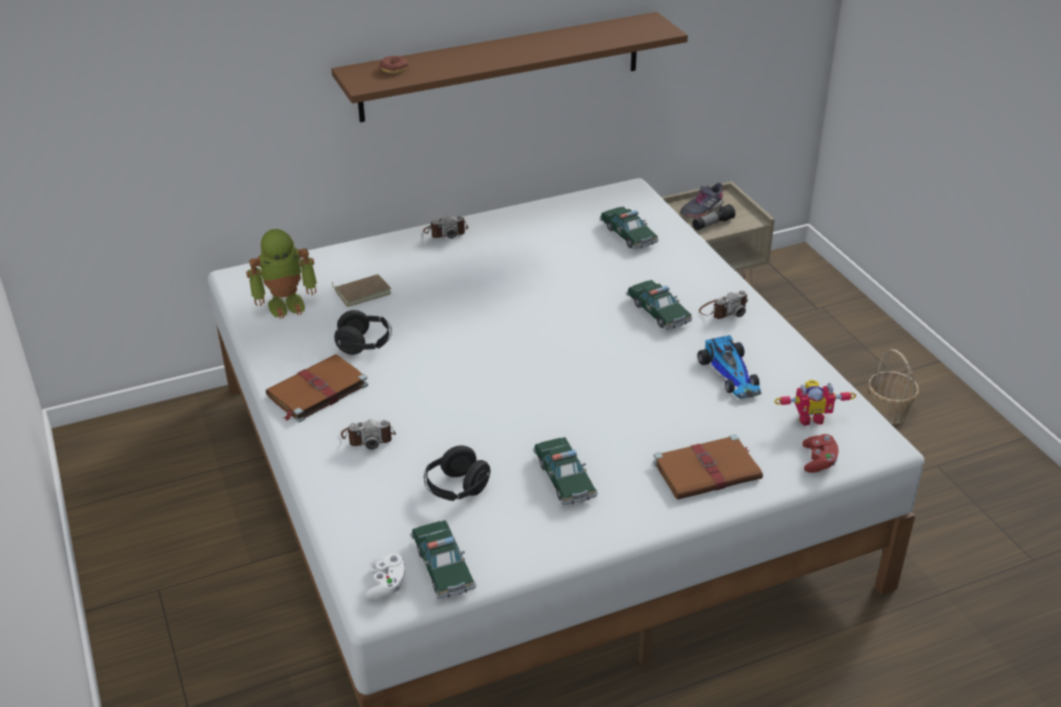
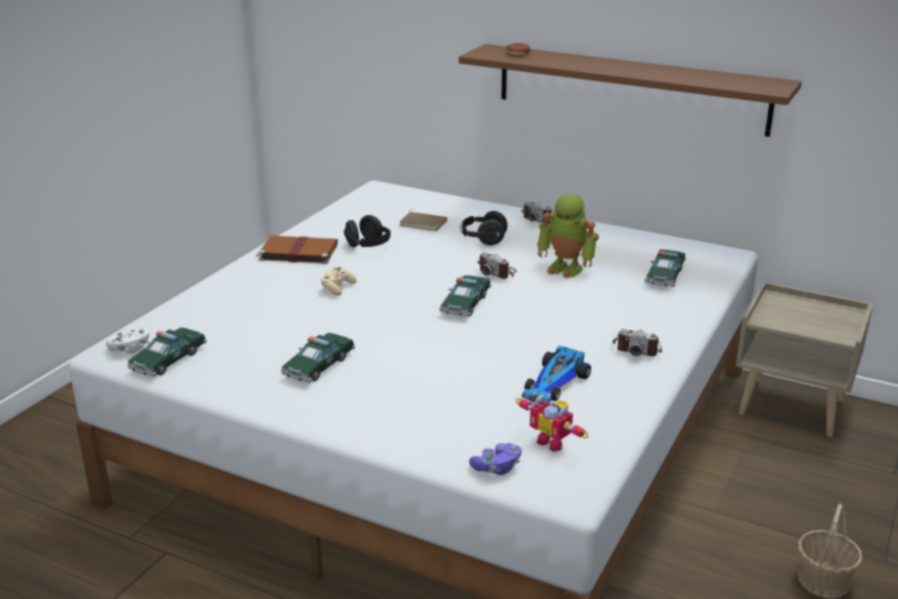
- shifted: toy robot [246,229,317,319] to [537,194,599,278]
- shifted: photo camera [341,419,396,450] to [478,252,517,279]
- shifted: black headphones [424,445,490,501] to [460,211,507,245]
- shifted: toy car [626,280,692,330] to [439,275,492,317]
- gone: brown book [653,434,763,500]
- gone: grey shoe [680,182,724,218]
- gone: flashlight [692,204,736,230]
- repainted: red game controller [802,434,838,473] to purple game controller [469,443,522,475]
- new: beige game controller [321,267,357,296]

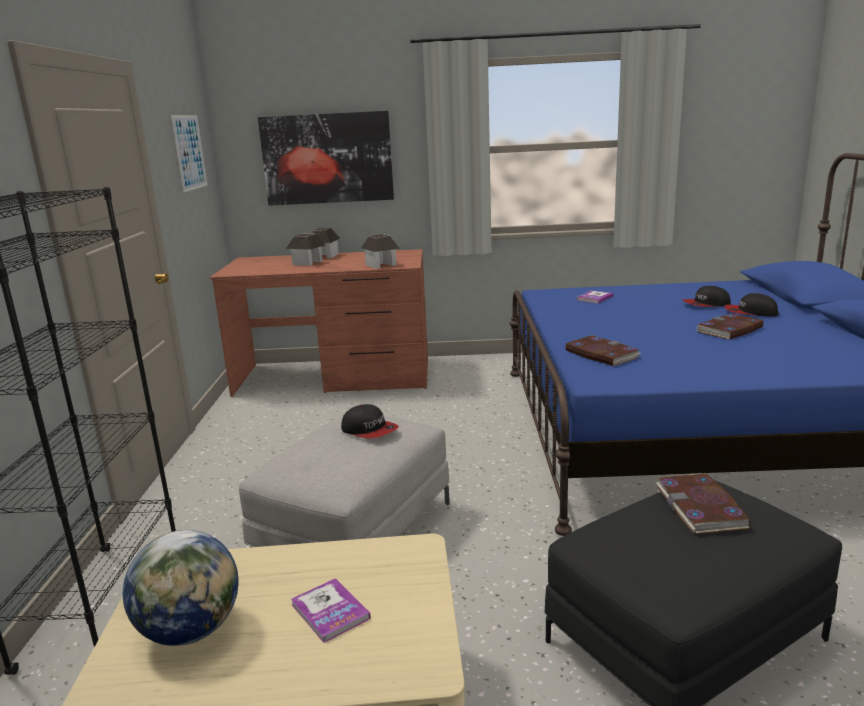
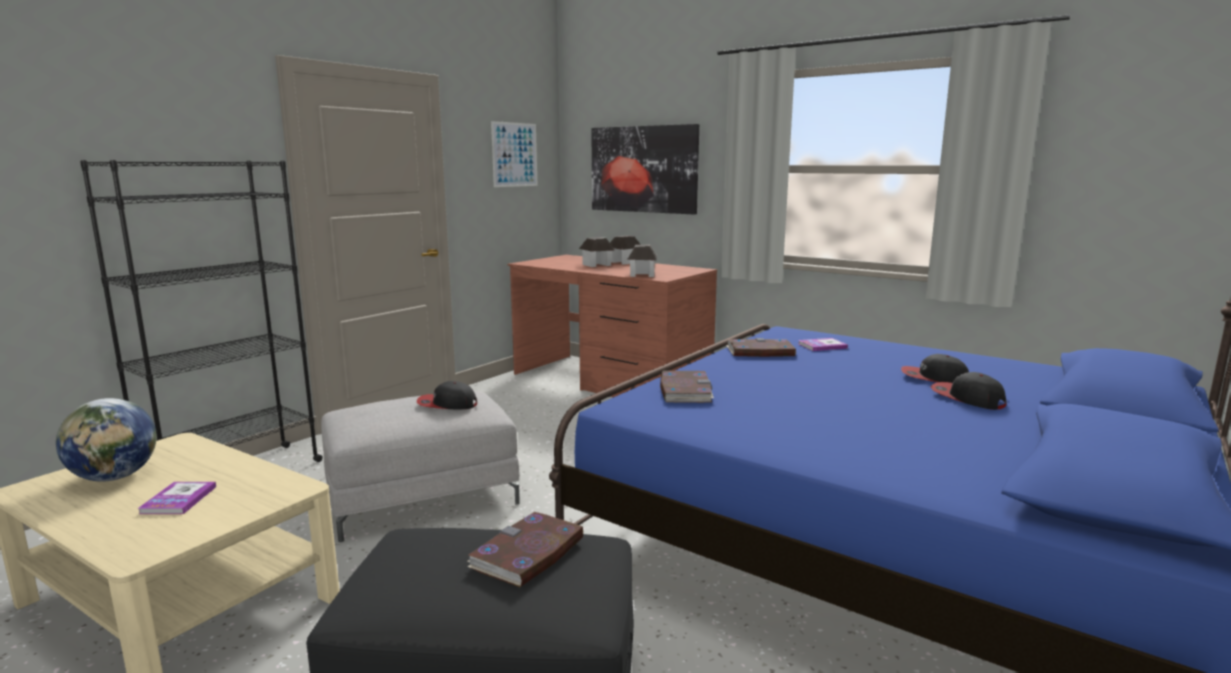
- rotated: cap [341,404,399,439] = [417,381,477,409] 105 degrees clockwise
- shifted: book [696,314,763,339] to [726,338,796,357]

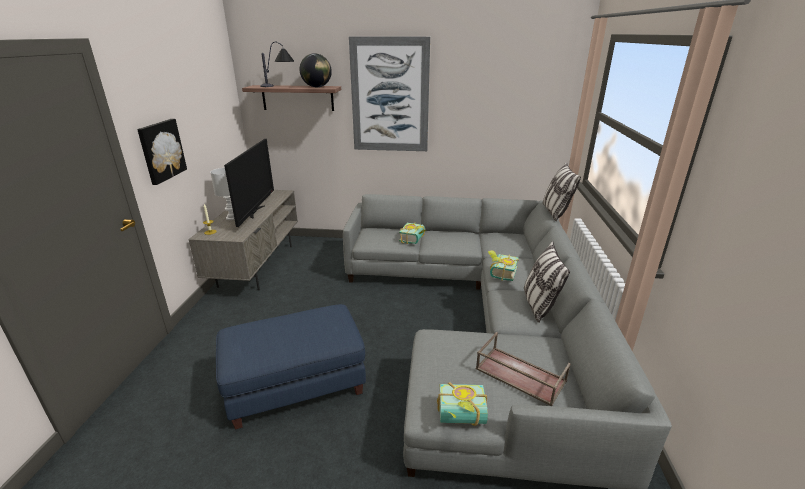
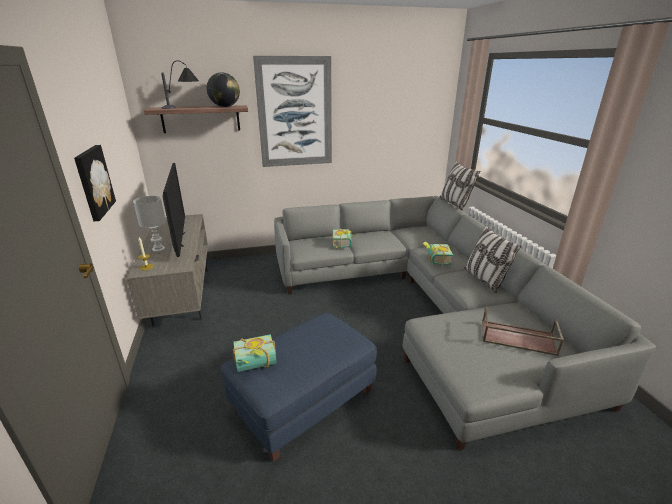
- shifted: book [437,382,488,426] to [233,334,277,372]

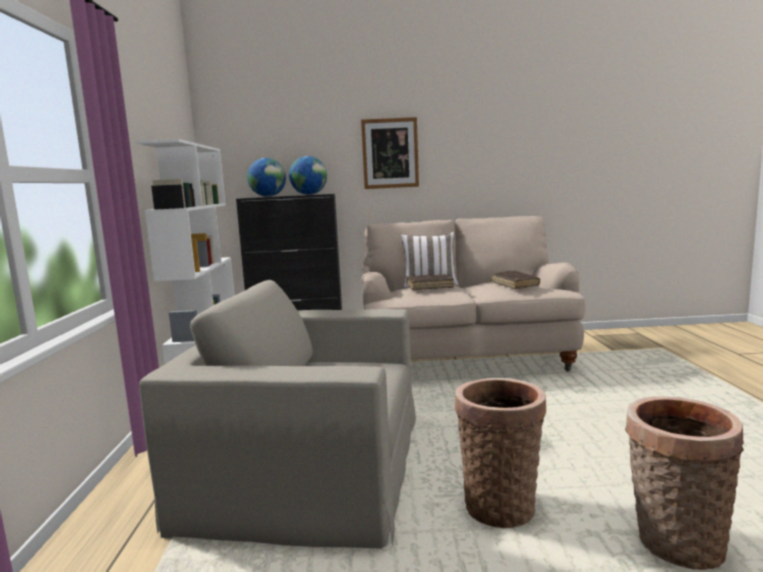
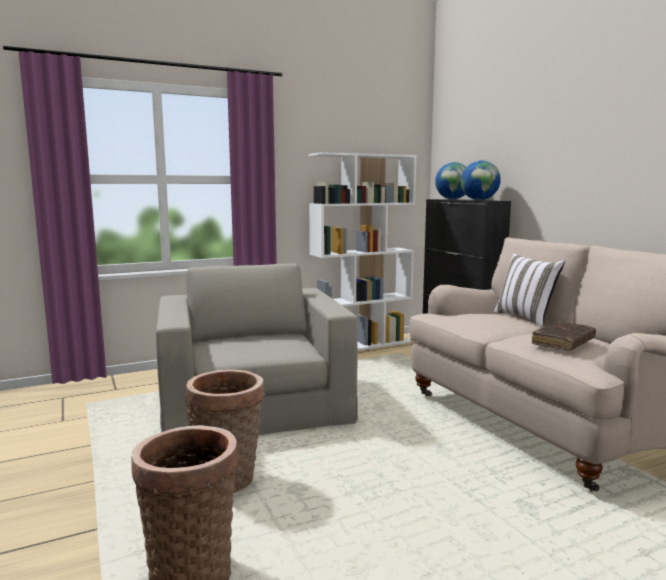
- gone: picture [361,117,419,189]
- gone: brown book [406,274,454,290]

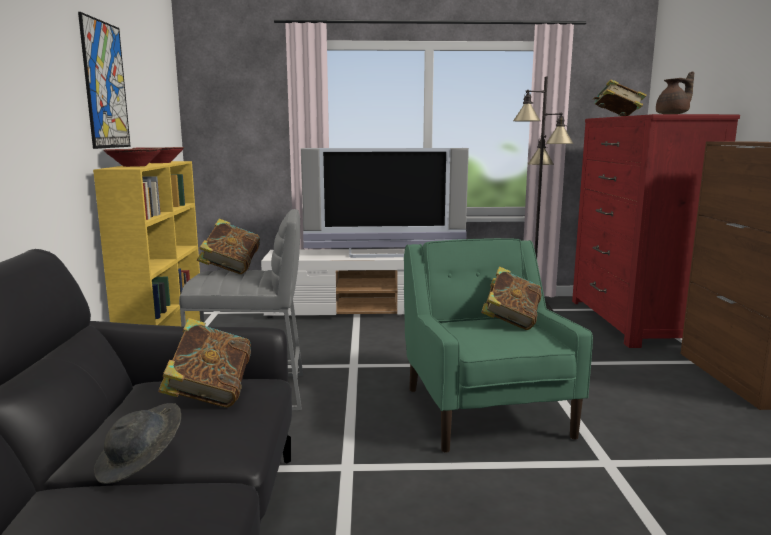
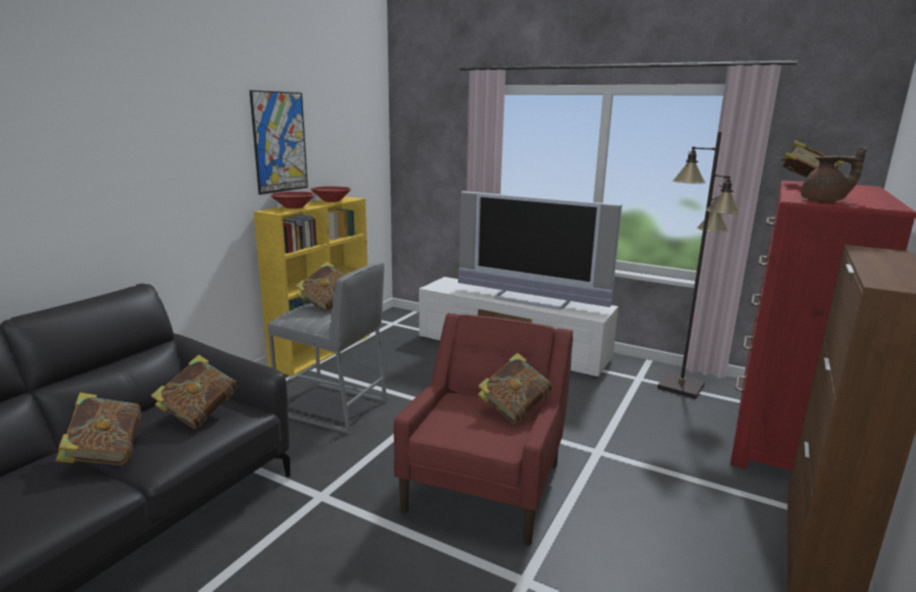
- swapped: grey hat [94,403,181,484] to book [56,393,141,465]
- repainted: green armchair [404,238,593,453] to red armchair [394,313,573,546]

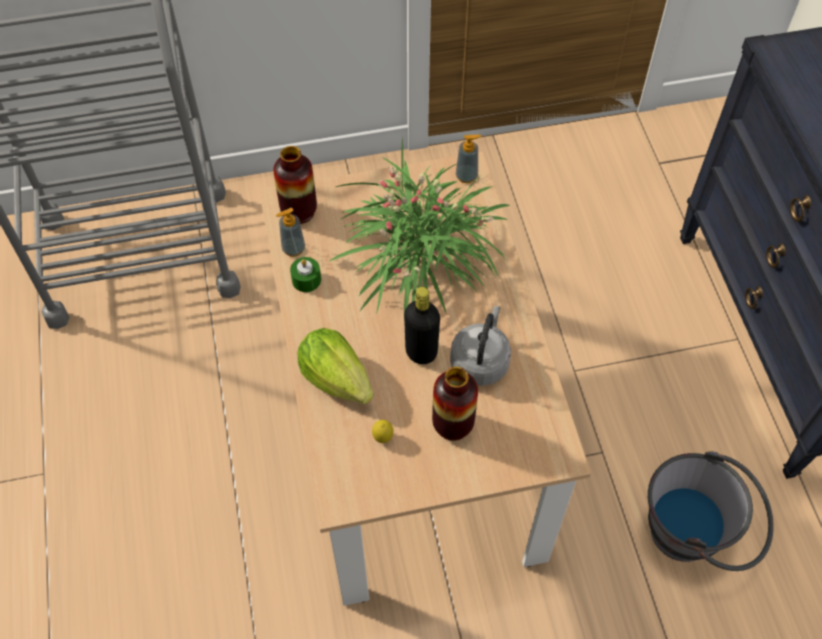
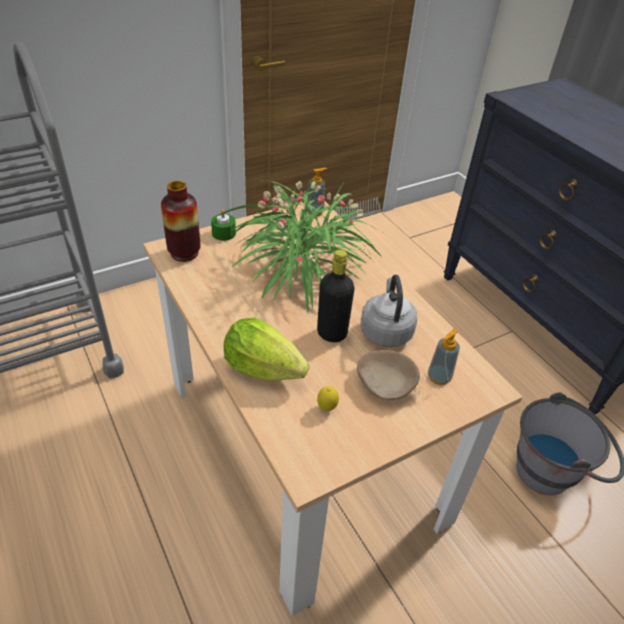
- shifted: soap dispenser [276,208,305,257] to [428,328,460,385]
- shifted: green candle [290,257,321,292] to [211,209,236,241]
- swapped: vase [432,367,478,441] to beige bowl [357,350,420,400]

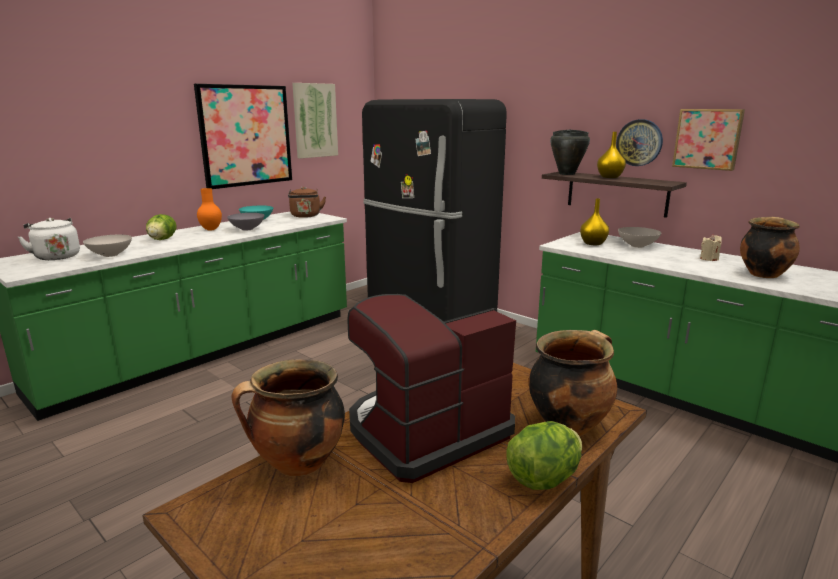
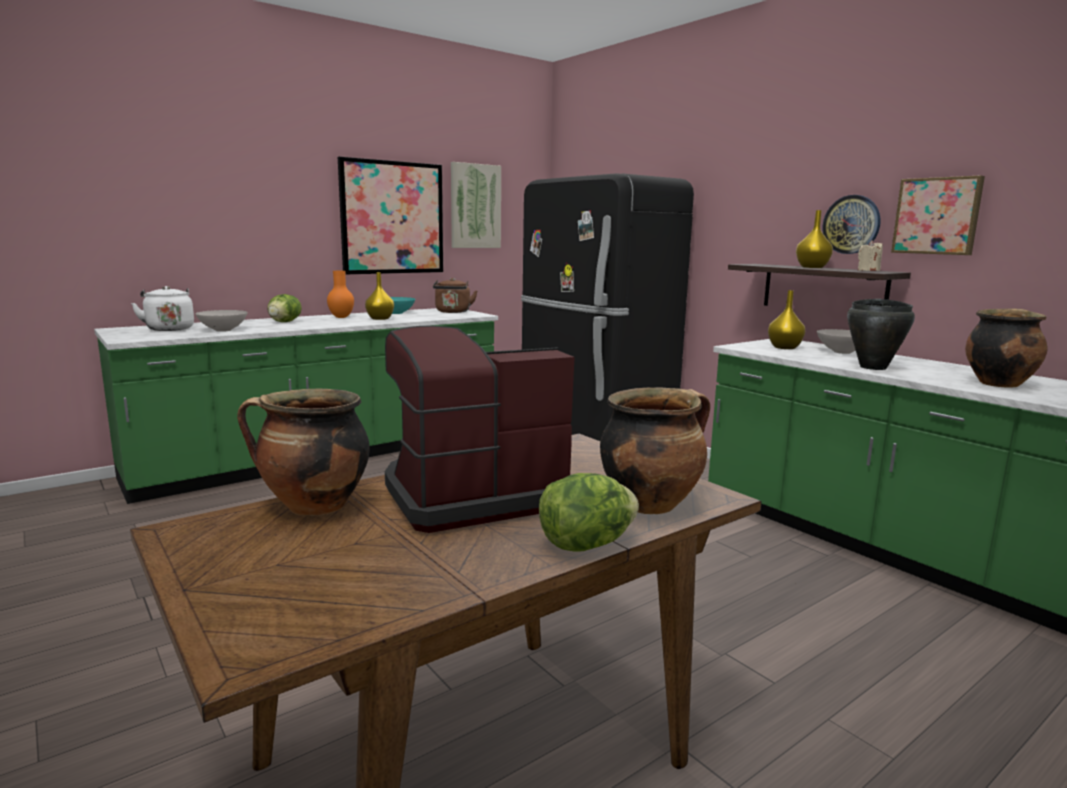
- swapped: grey bowl [227,213,265,231] to yellow vase [365,272,394,320]
- shifted: black cooking pot [550,130,590,175] to [847,299,915,370]
- shifted: beige candle [700,235,722,261] to [858,241,883,271]

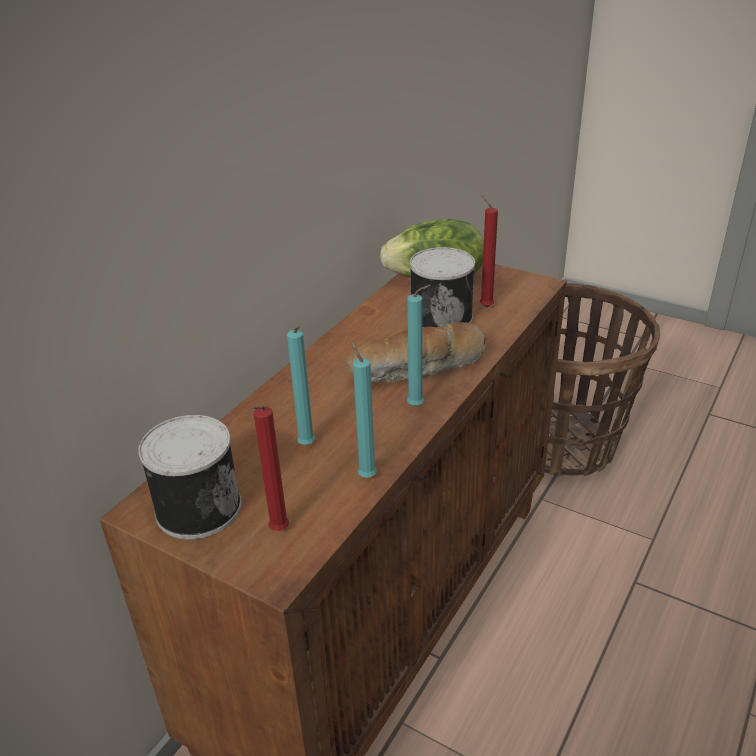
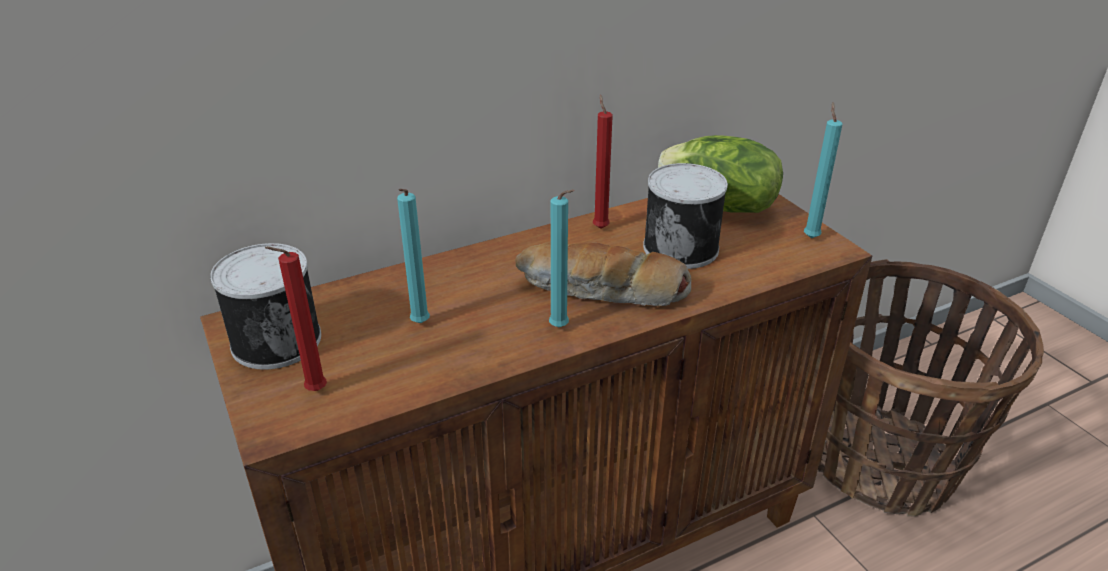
- shifted: turquoise candle [351,340,377,478] to [804,102,843,238]
- shifted: red candle [480,195,498,307] to [593,94,613,229]

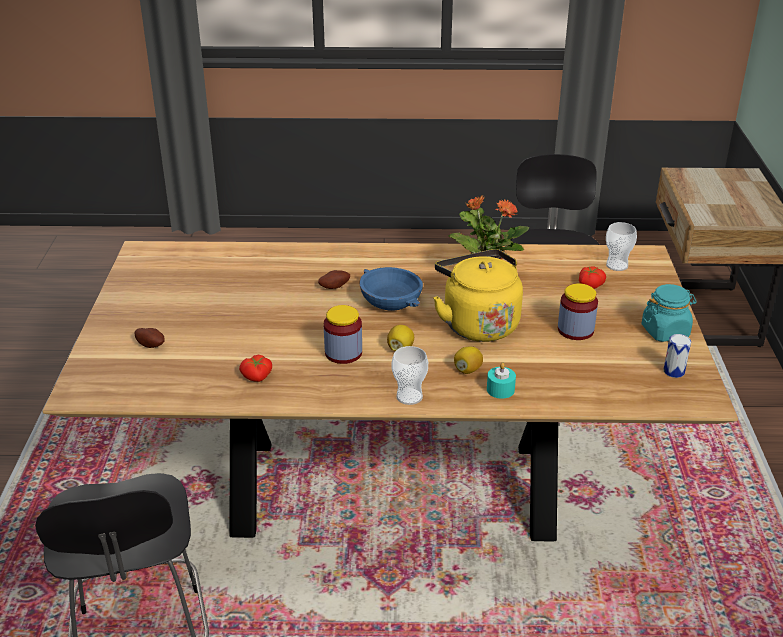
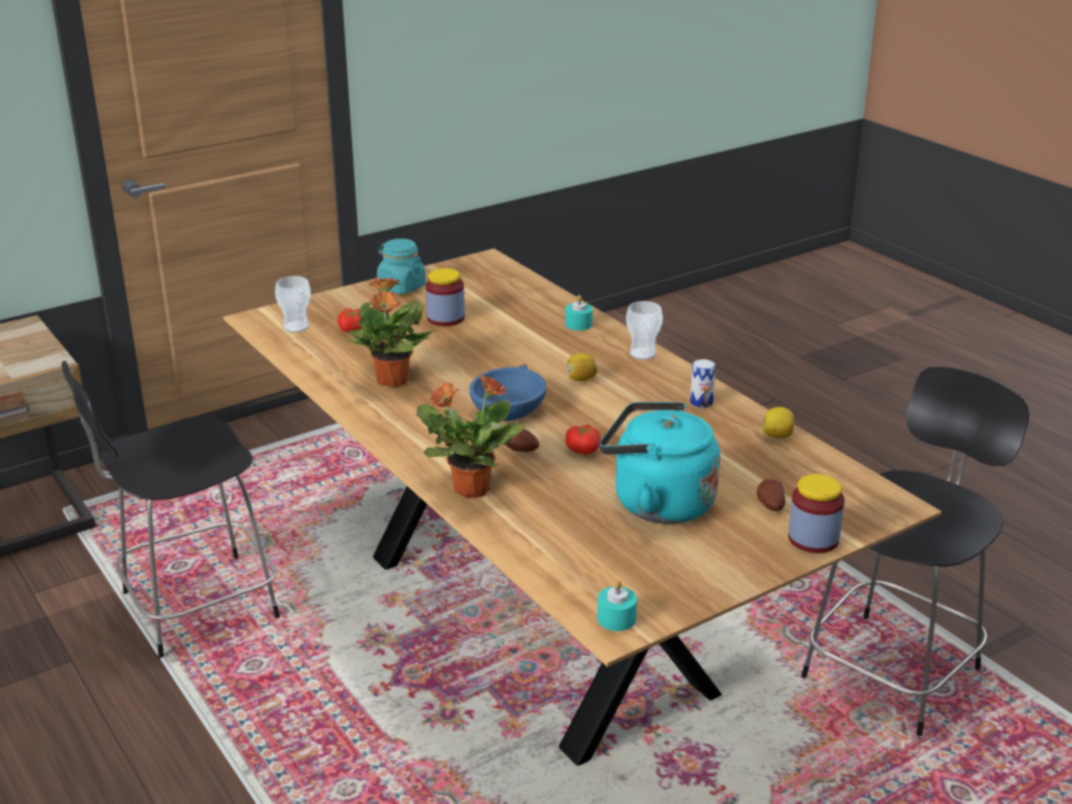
- shifted: tomato [239,355,272,382] to [565,425,601,454]
- shifted: jar [324,305,362,364] to [788,474,845,553]
- gone: yellow kettle [433,249,523,342]
- shifted: lemon [454,347,483,374] to [762,407,794,438]
- shifted: can [663,334,691,378] to [690,359,716,408]
- new: potted plant [416,373,526,498]
- new: turquoise candle [597,580,637,631]
- new: turquoise kettle [600,402,720,524]

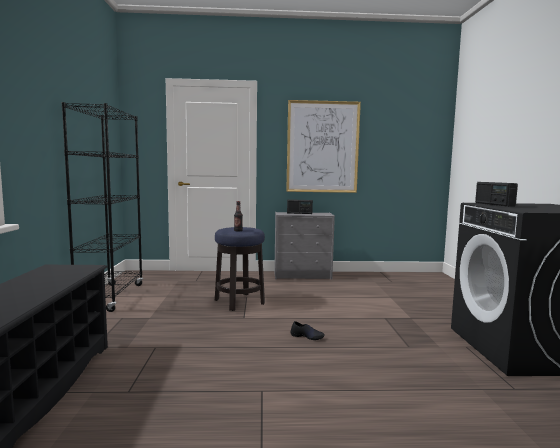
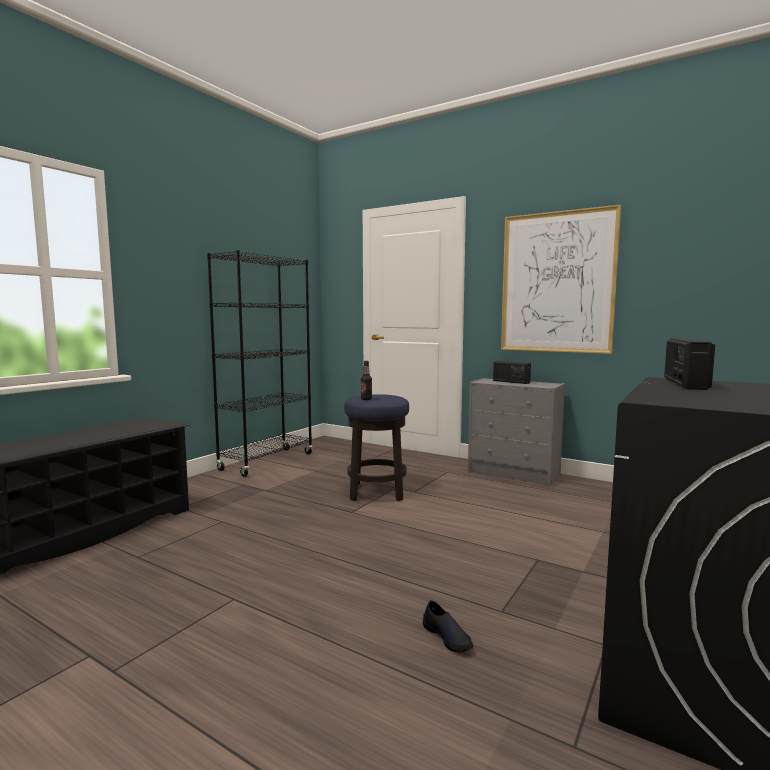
- shifted: black shoe [290,321,325,340] to [423,600,473,653]

